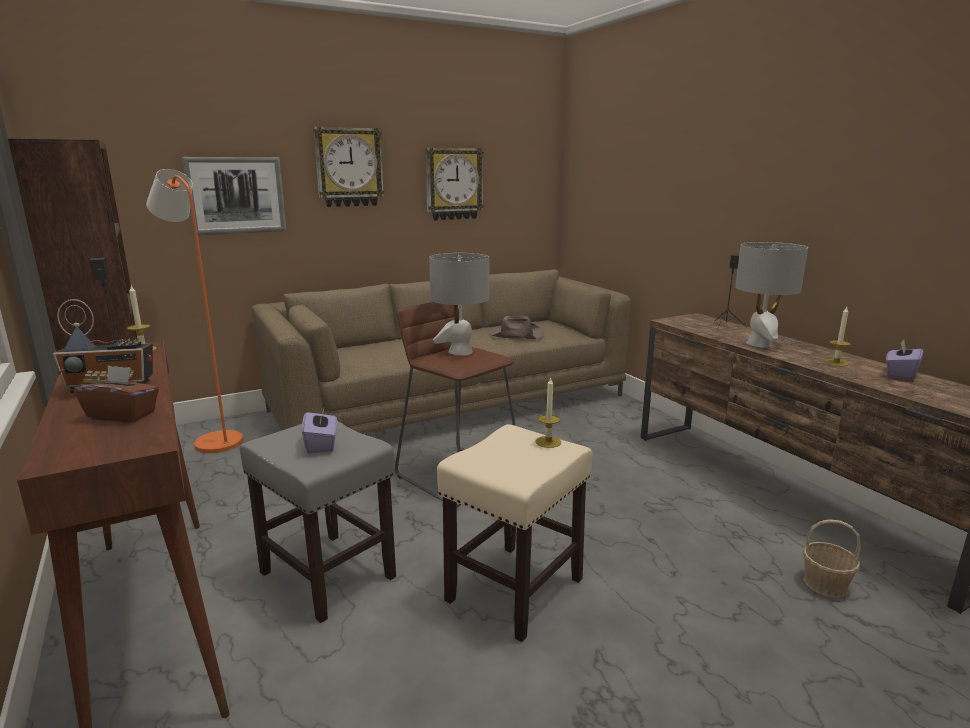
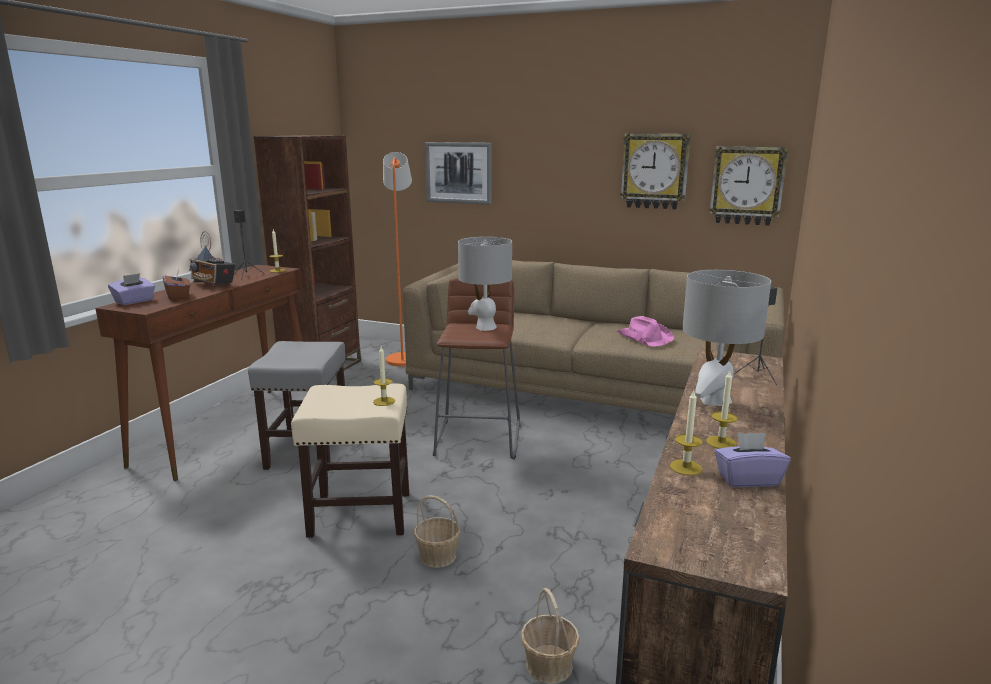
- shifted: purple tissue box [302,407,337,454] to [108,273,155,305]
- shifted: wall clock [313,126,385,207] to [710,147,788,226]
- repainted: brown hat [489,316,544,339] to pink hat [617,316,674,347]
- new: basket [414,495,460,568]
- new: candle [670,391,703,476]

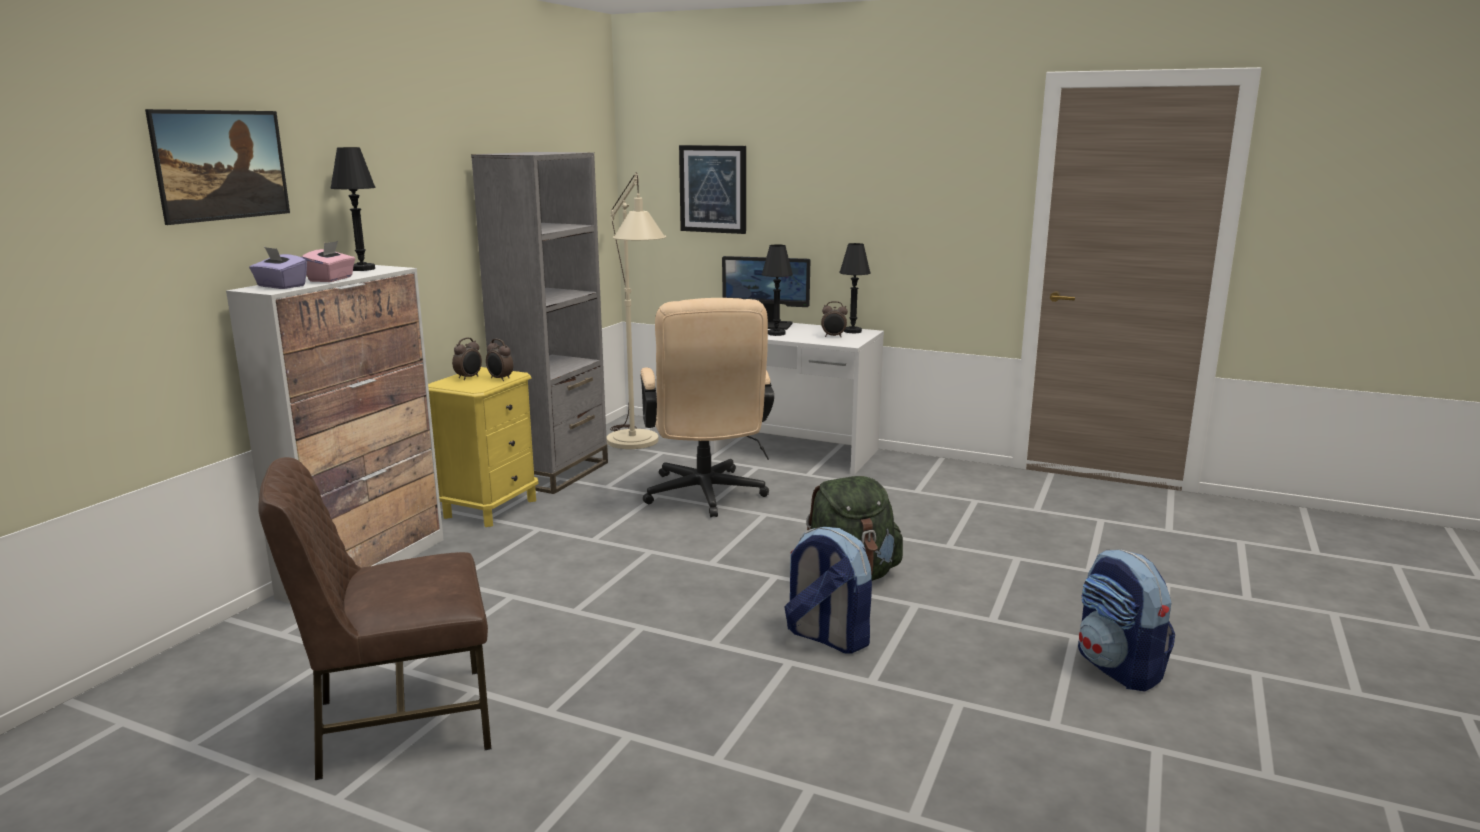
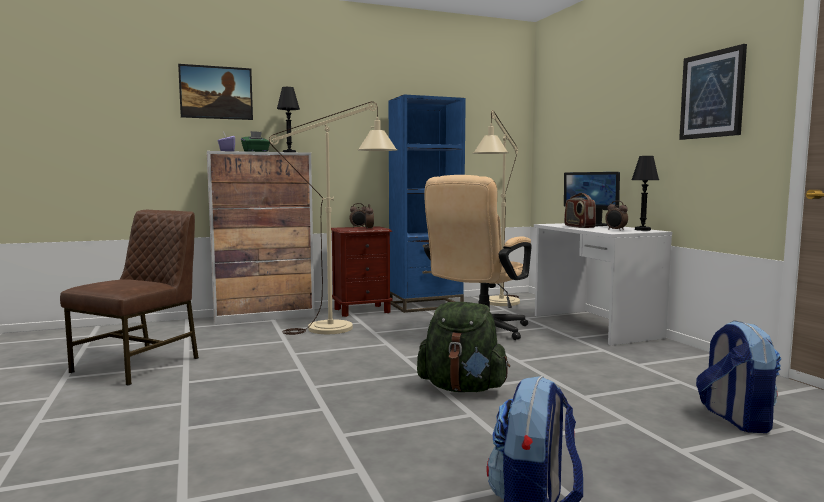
- rotated: brown chair [258,457,492,780] = [60,210,199,386] 90 degrees clockwise
- repainted: pink tissue box [302,241,355,282] to green tissue box [241,131,270,152]
- repainted: yellow nightstand [428,367,538,527] to brown nightstand [331,226,393,317]
- repainted: grey bookcase [471,152,608,494] to blue bookcase [388,94,466,313]
- shifted: picture [679,145,746,234] to [679,44,747,140]
- swapped: black table lamp [762,245,793,336] to radio [564,193,596,228]
- shifted: backpack [784,527,872,654] to [696,320,781,433]
- new: beige floor lamp [269,101,398,335]

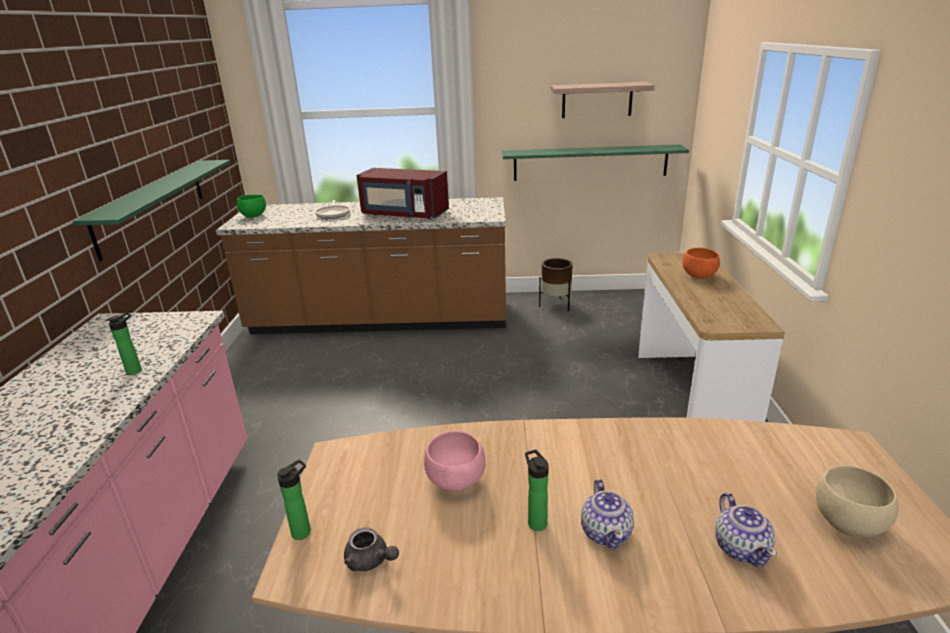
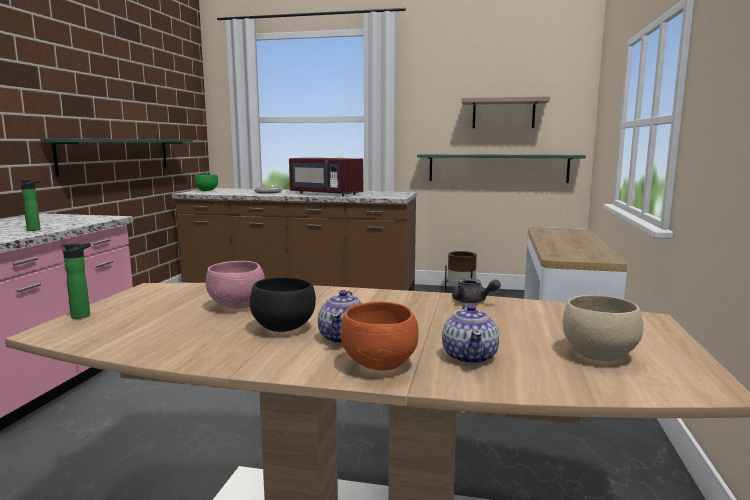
- shifted: grey teapot [344,527,399,571] to [452,278,501,303]
- swapped: bottle [525,450,549,531] to black bowl [250,277,316,332]
- shifted: orange bowl [682,248,720,279] to [341,302,419,371]

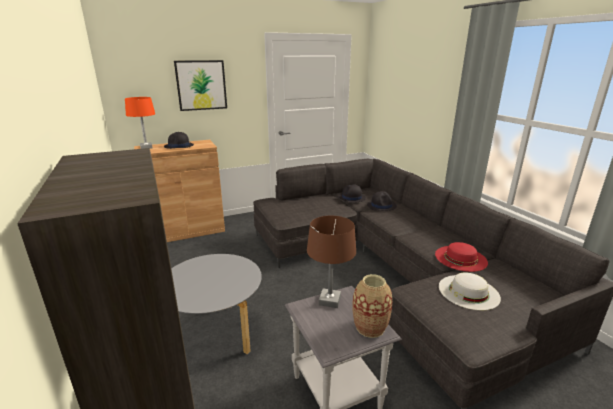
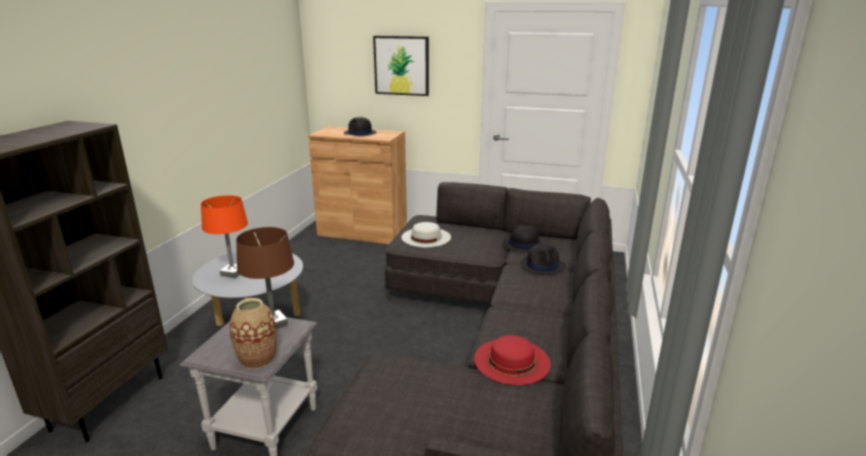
- shifted: orange table lamp [125,97,155,149] to [201,195,248,278]
- shifted: white hat [439,273,501,310] to [401,222,451,247]

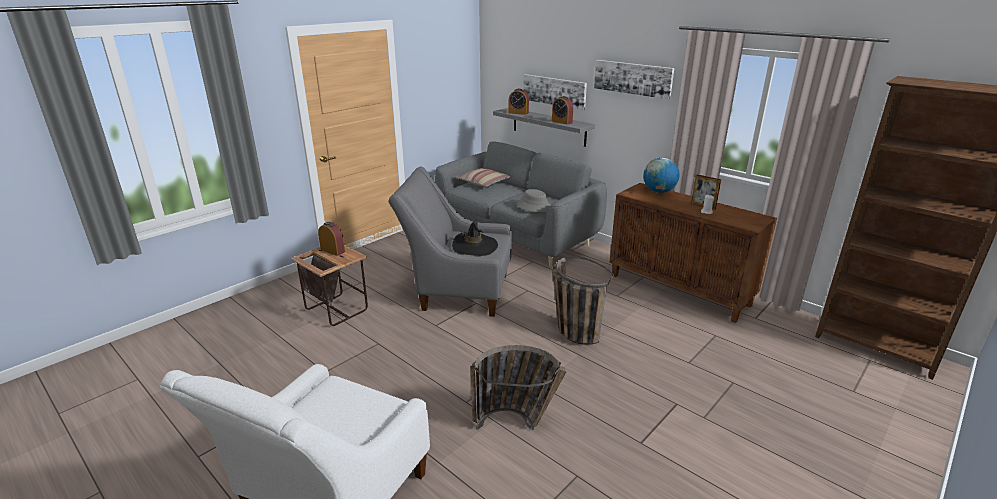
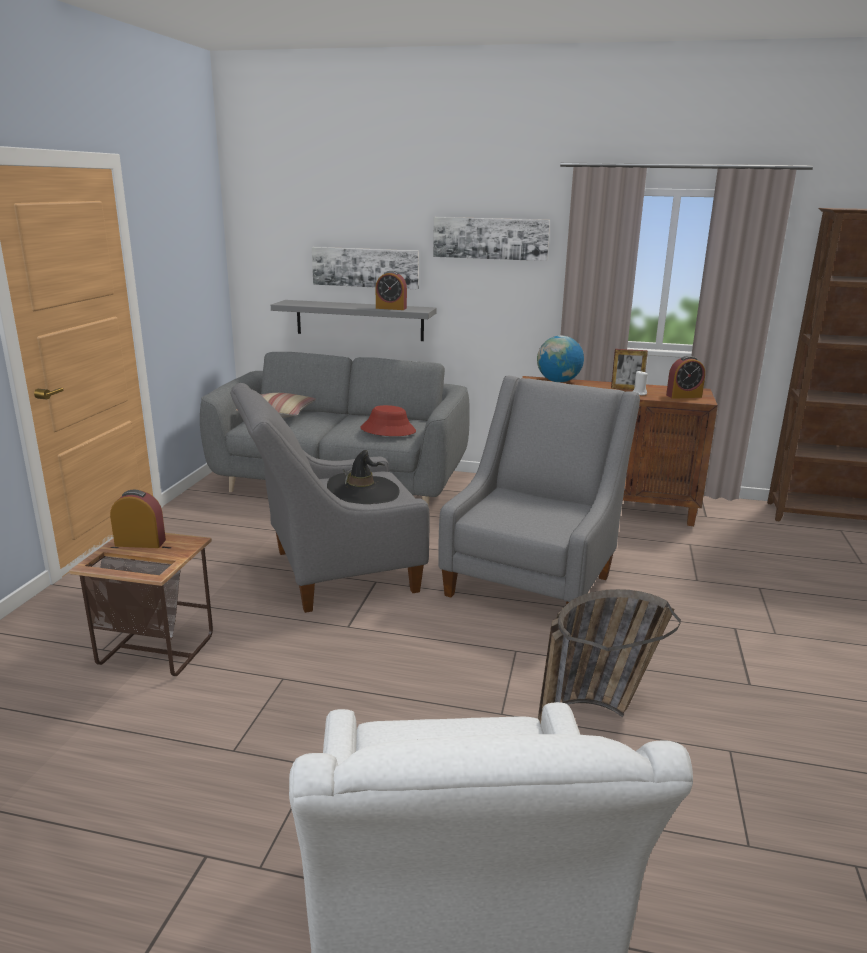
- shifted: alarm clock [508,89,529,115] to [666,356,705,399]
- repainted: grey hat [517,189,551,212] to red hat [361,405,416,436]
- swapped: basket [552,257,614,345] to grey armchair [438,376,640,604]

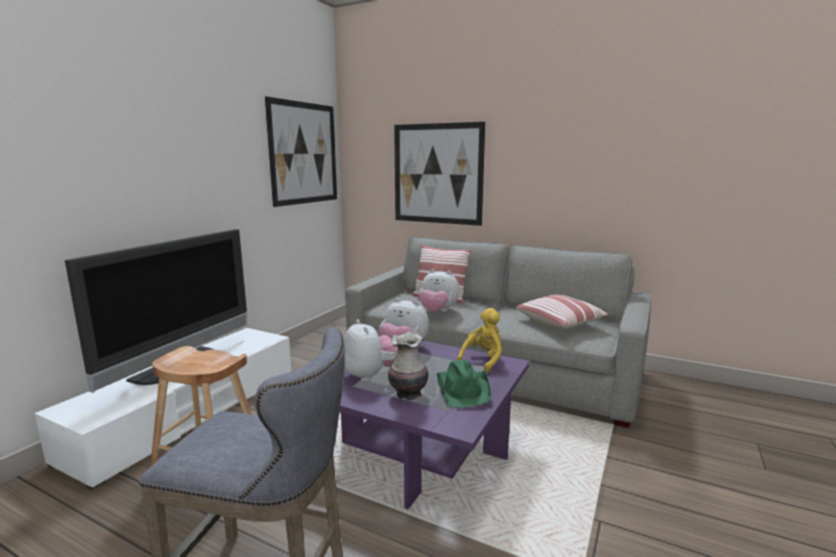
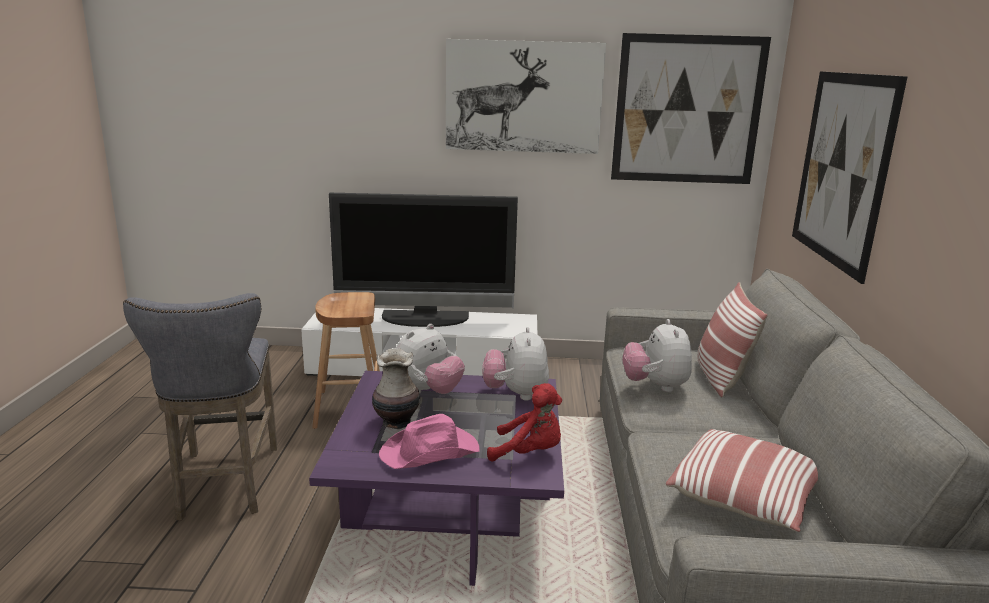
- repainted: green hat [437,360,491,408] to pink hat [379,414,480,469]
- repainted: yellow plush toy [457,308,502,373] to red plush toy [487,383,562,462]
- new: picture [446,39,606,154]

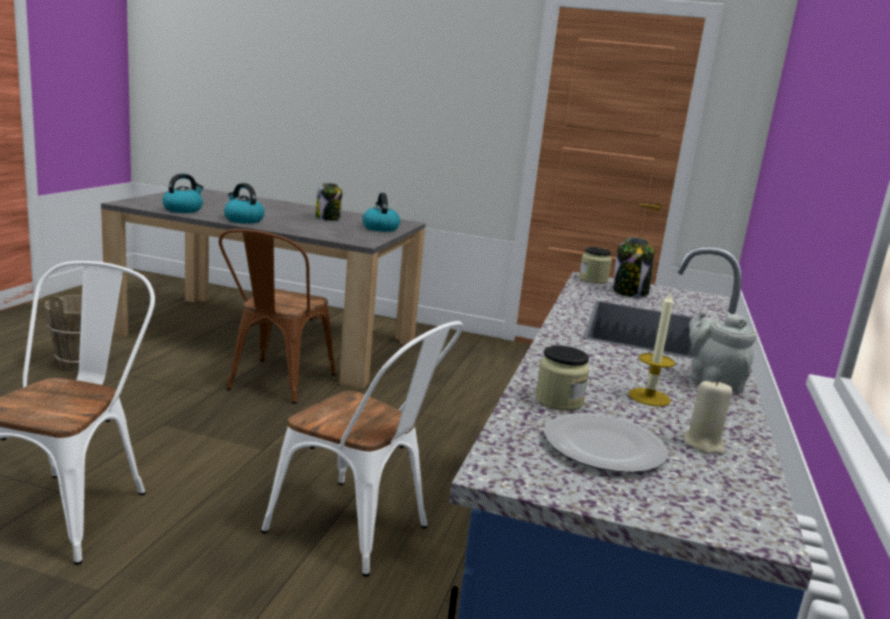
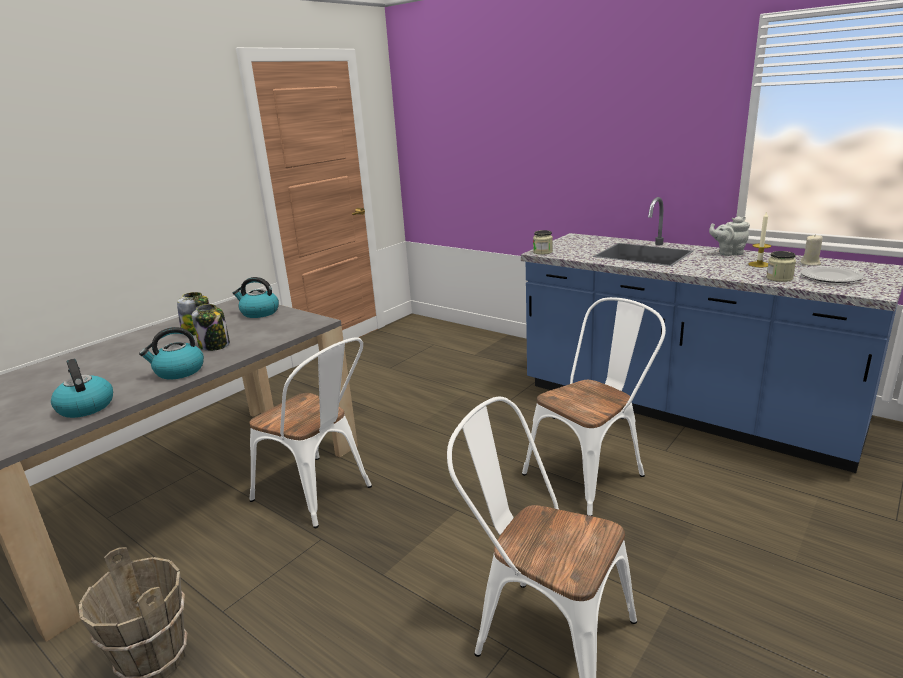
- repainted: brown chair [219,229,336,404] to white chair [249,337,372,528]
- shifted: jar [613,238,654,297] to [192,304,230,351]

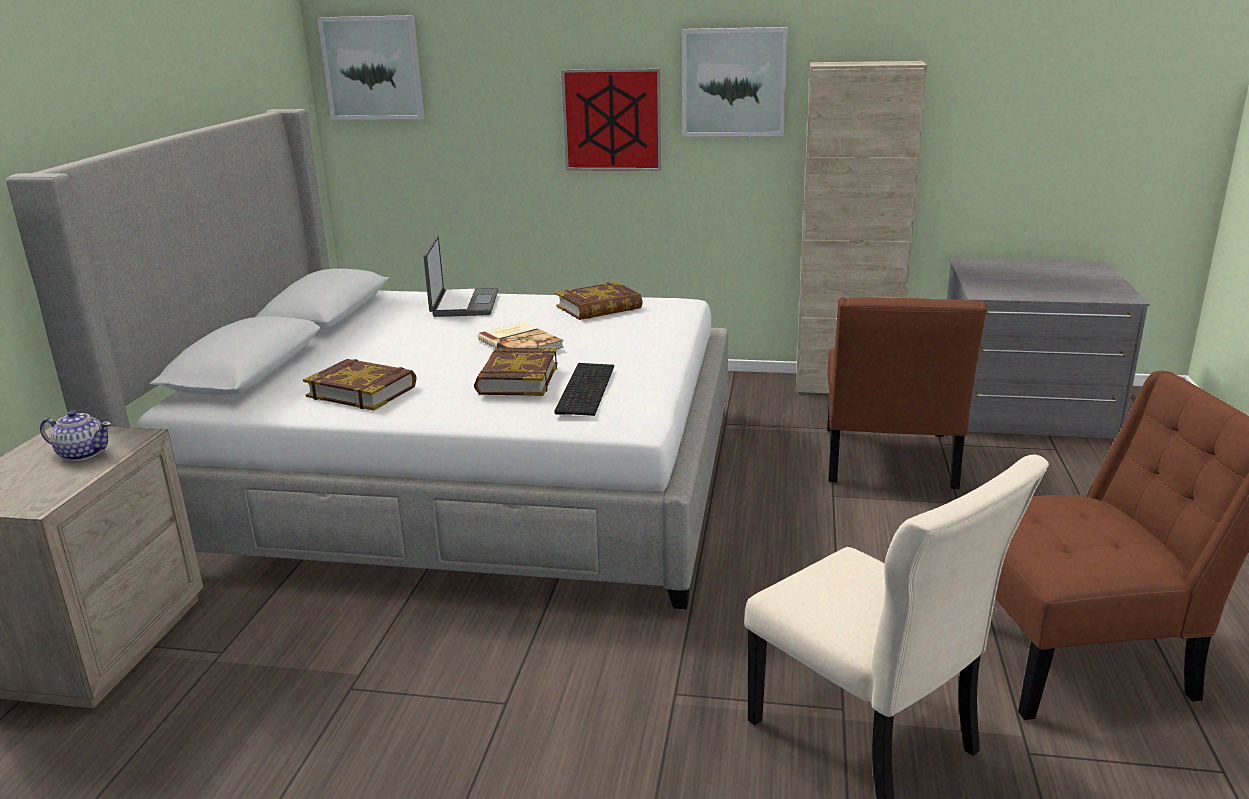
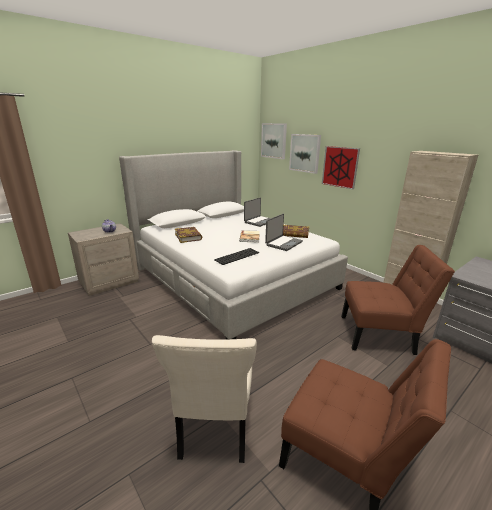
- gone: book [474,347,558,396]
- shifted: picture [682,27,788,136] to [289,134,321,174]
- rotated: brown chair [827,297,987,489] = [341,245,455,355] 135 degrees counterclockwise
- new: laptop [265,214,303,251]

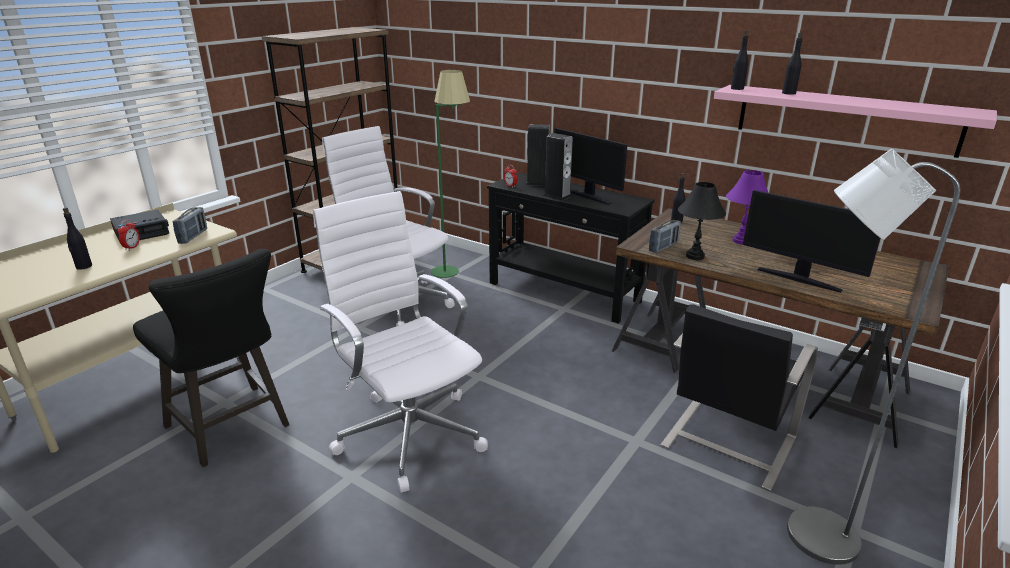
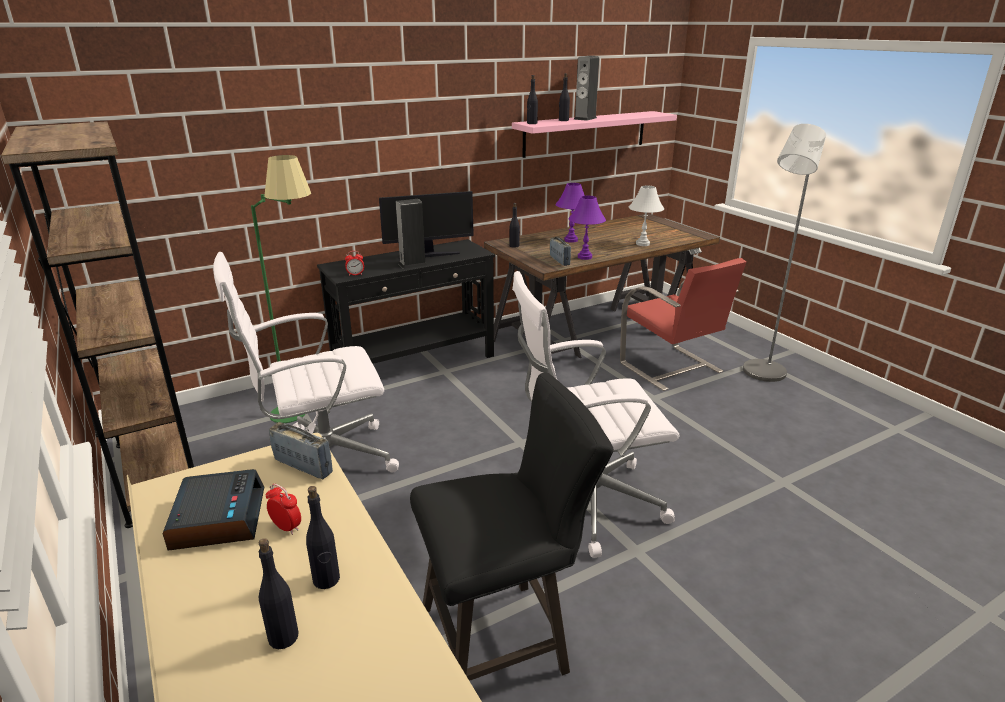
- shifted: speaker [526,124,550,186] to [573,56,599,121]
- repainted: black chair [661,304,818,491] to red chair [620,258,746,391]
- repainted: black table lamp [678,182,726,260] to purple table lamp [568,196,606,260]
- swapped: monitor [743,190,880,293] to white table lamp [629,185,664,246]
- new: black bottle [259,538,299,649]

